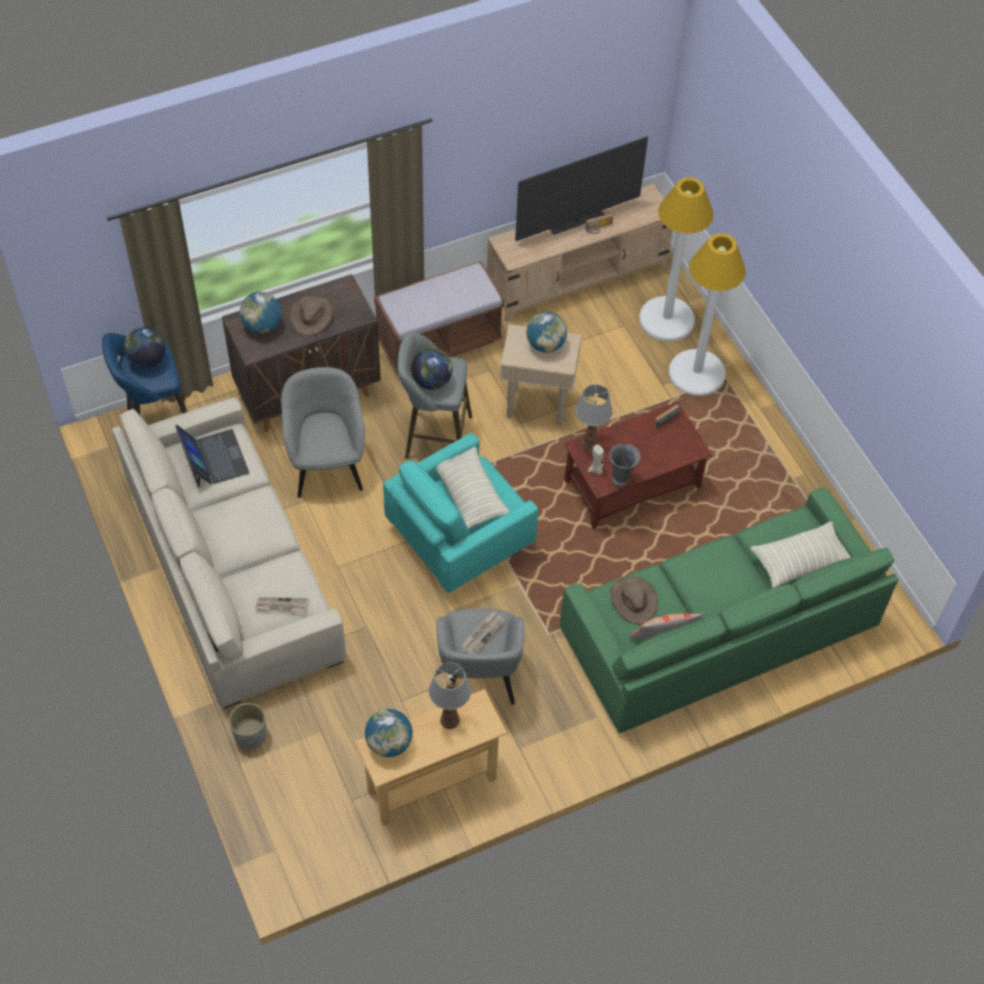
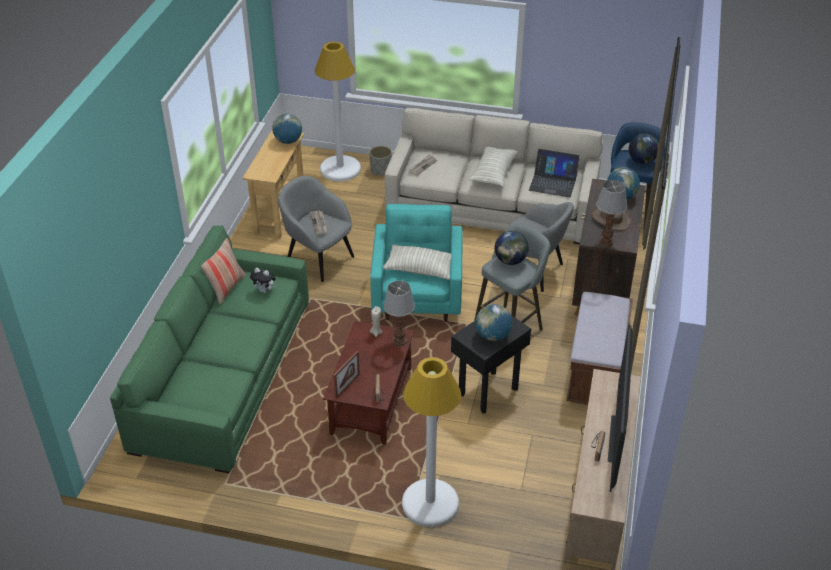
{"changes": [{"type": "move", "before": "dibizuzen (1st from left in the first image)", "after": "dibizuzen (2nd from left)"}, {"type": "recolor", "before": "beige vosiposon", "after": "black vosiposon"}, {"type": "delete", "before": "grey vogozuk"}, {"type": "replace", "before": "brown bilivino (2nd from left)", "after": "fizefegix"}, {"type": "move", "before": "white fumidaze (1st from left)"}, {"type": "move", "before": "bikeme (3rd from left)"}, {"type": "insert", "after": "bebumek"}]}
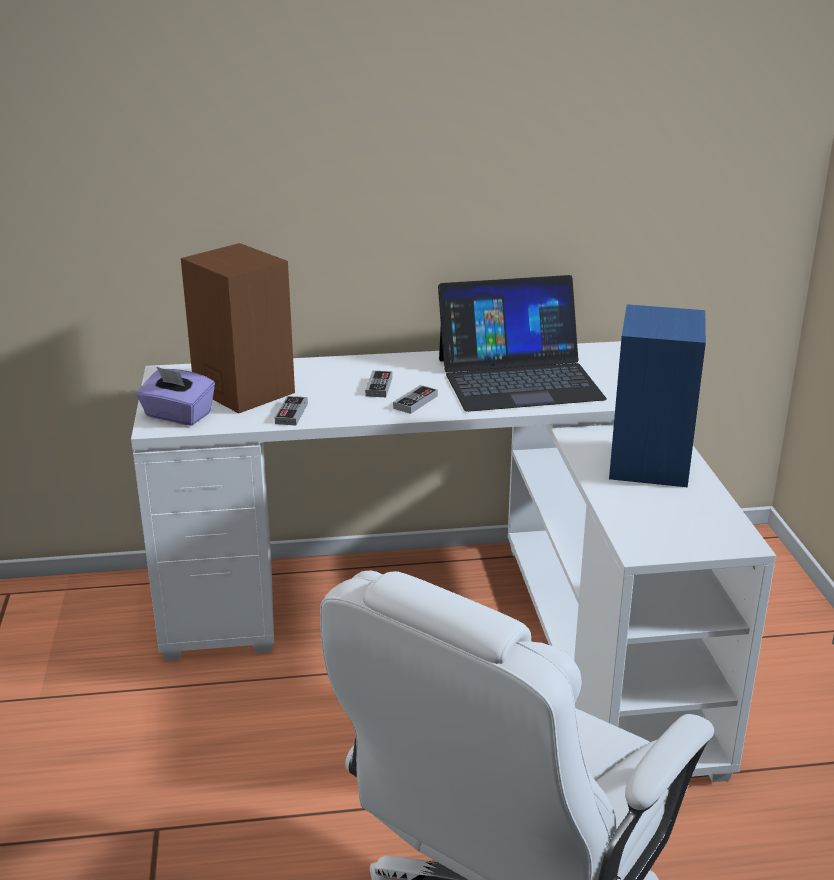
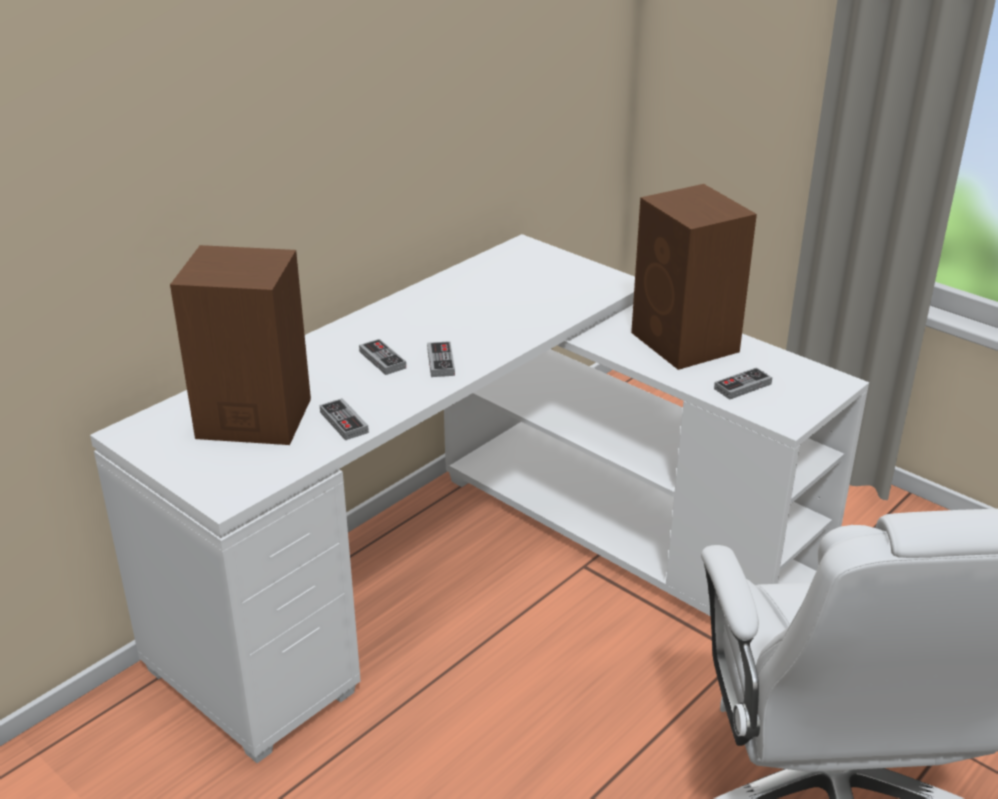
{"changes": [{"type": "delete", "before": "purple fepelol"}, {"type": "delete", "before": "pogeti"}, {"type": "recolor", "before": "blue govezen", "after": "brown govezen (2nd from left)"}, {"type": "insert", "after": "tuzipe (4th from left)"}]}
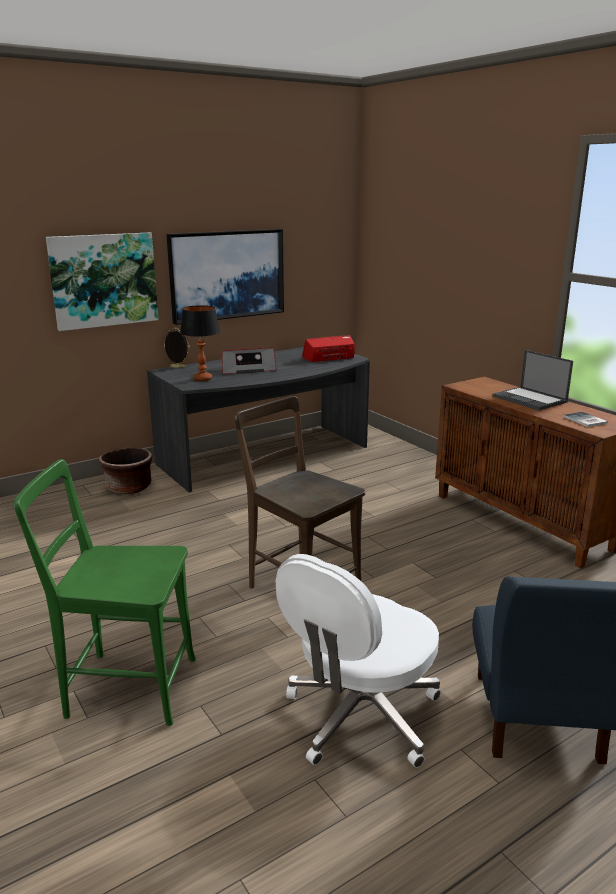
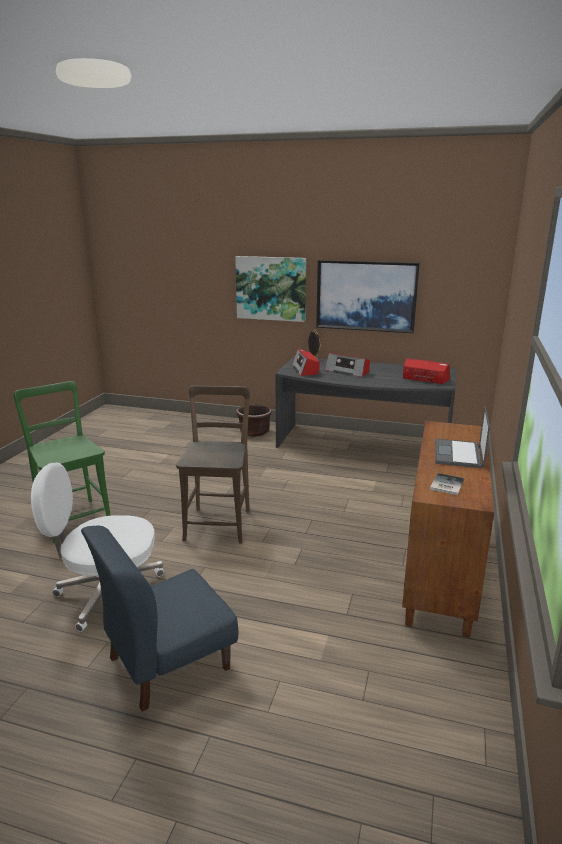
{"changes": [{"type": "replace", "before": "dibizuzen", "after": "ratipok (1st from left)"}]}
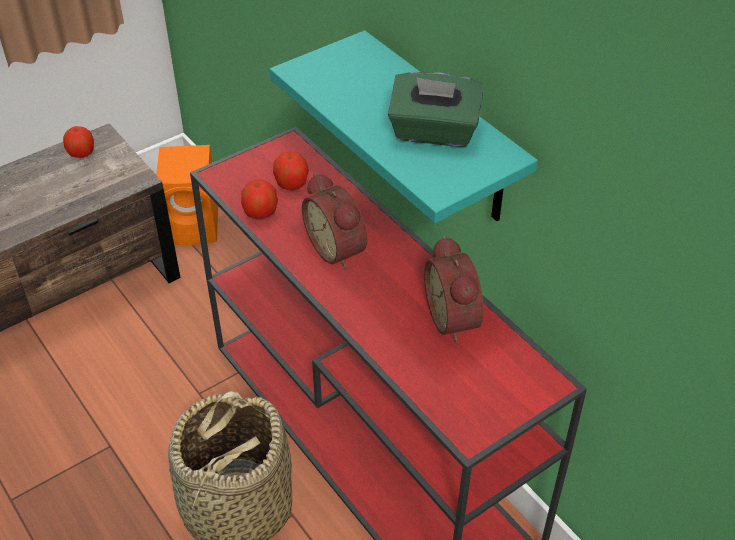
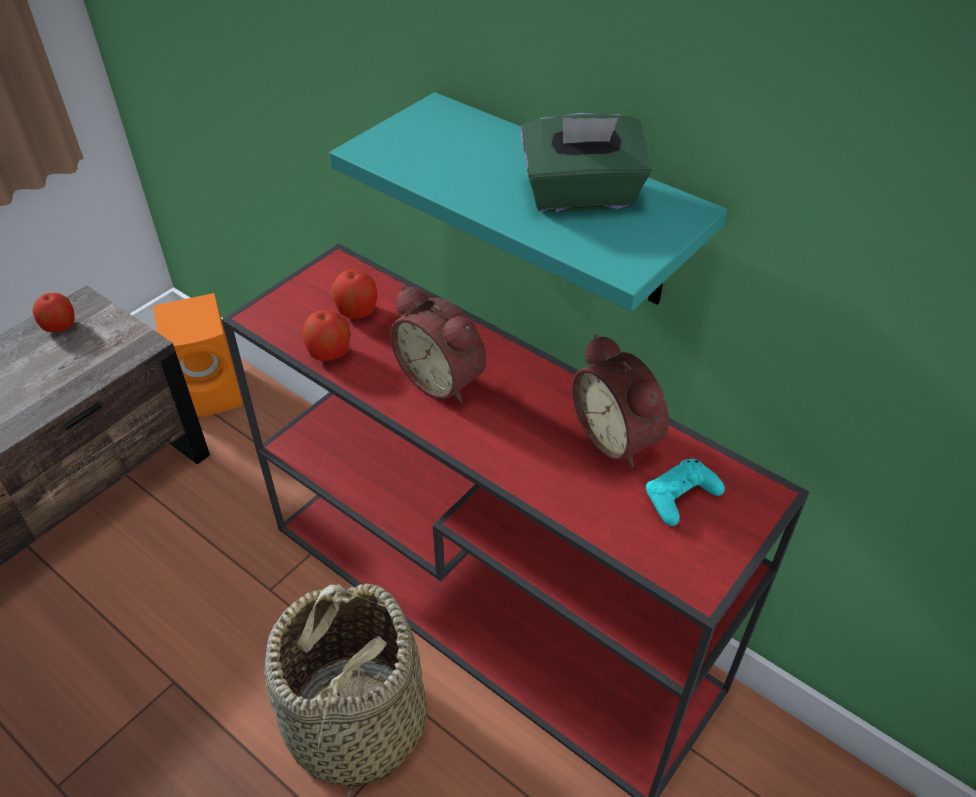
{"changes": [{"type": "insert", "after": "turquoise tuzipe"}]}
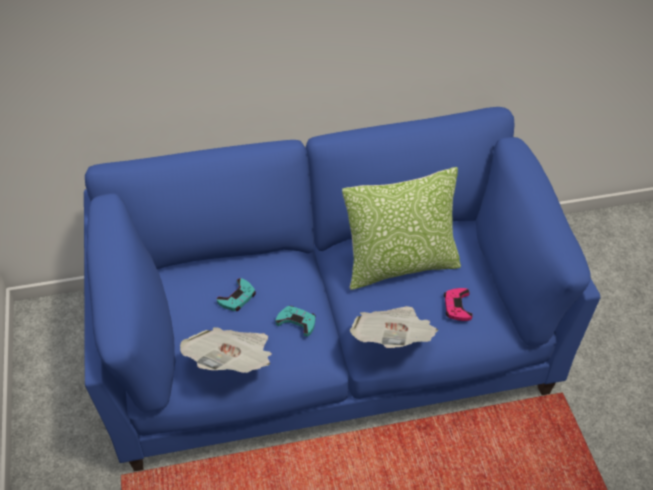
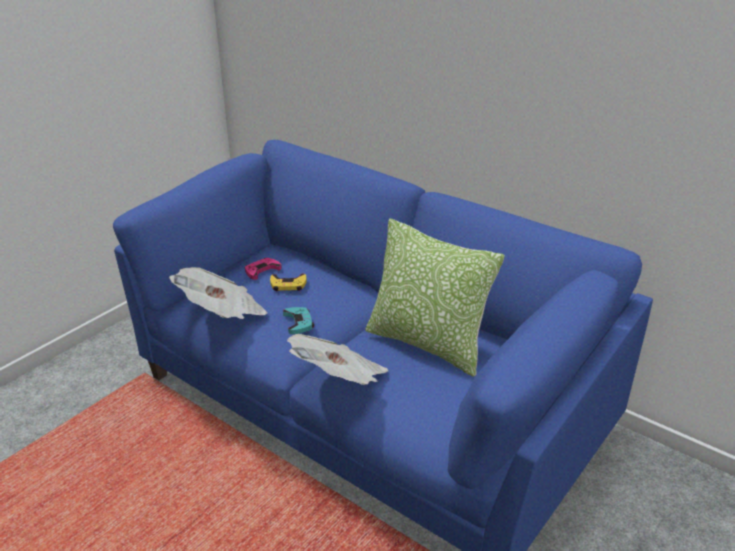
{"changes": [{"type": "recolor", "before": "turquoise tuzipe (1st from left)", "after": "yellow tuzipe"}, {"type": "move", "before": "pink tuzipe"}]}
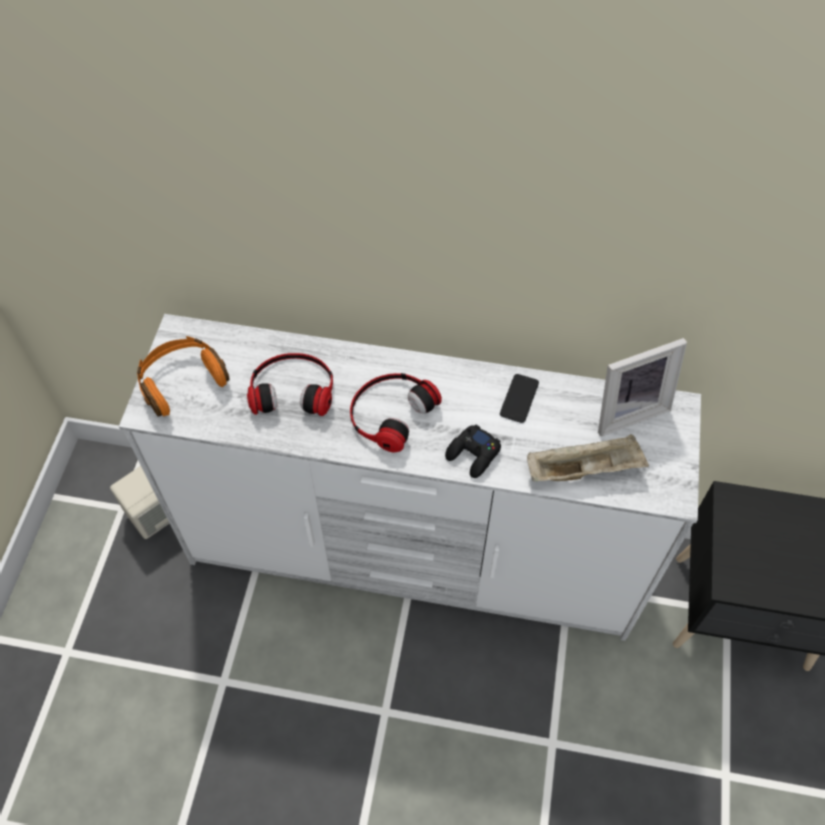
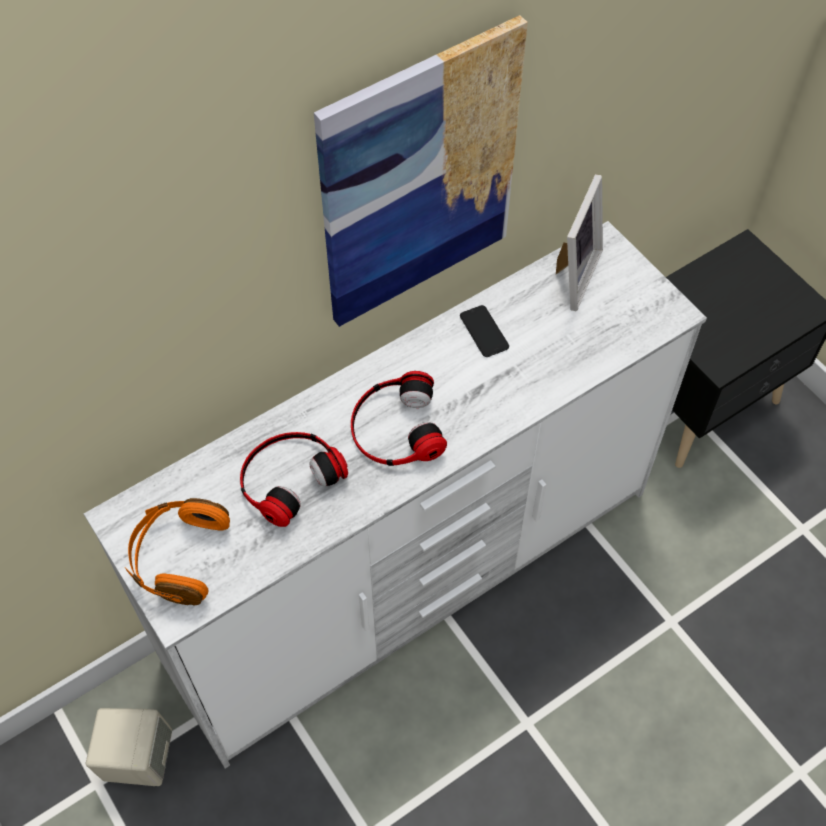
{"changes": [{"type": "delete", "before": "black tuzipe"}, {"type": "delete", "before": "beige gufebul"}, {"type": "insert", "after": "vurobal"}]}
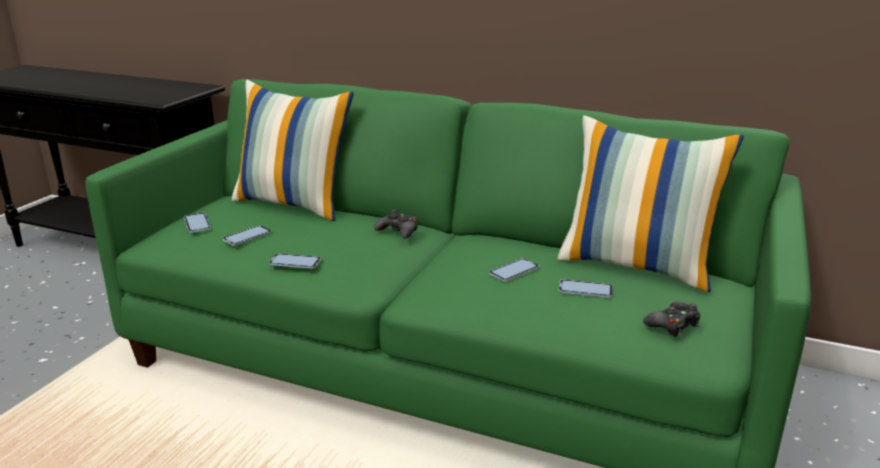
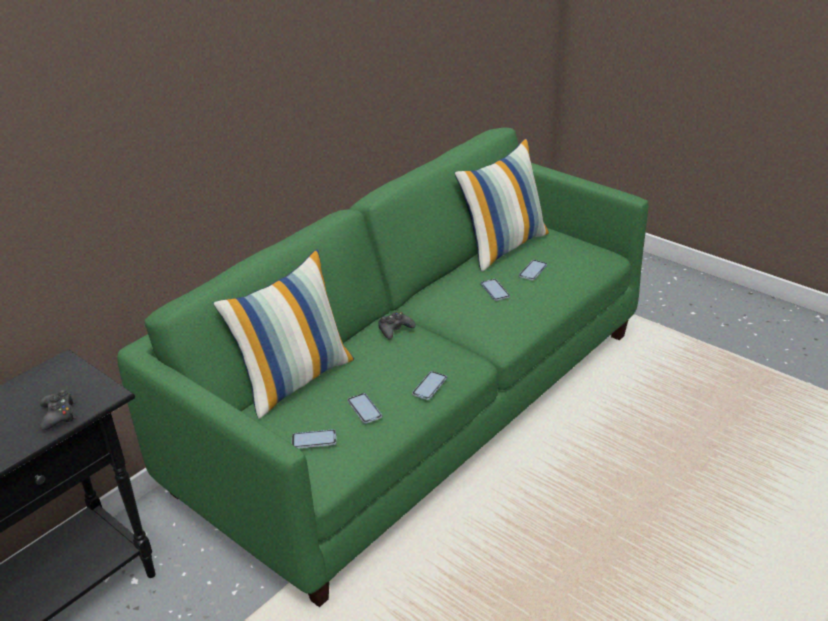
{"changes": [{"type": "move", "before": "black tuzipe (2nd from left in the first image)", "after": "black tuzipe (1st from left)"}]}
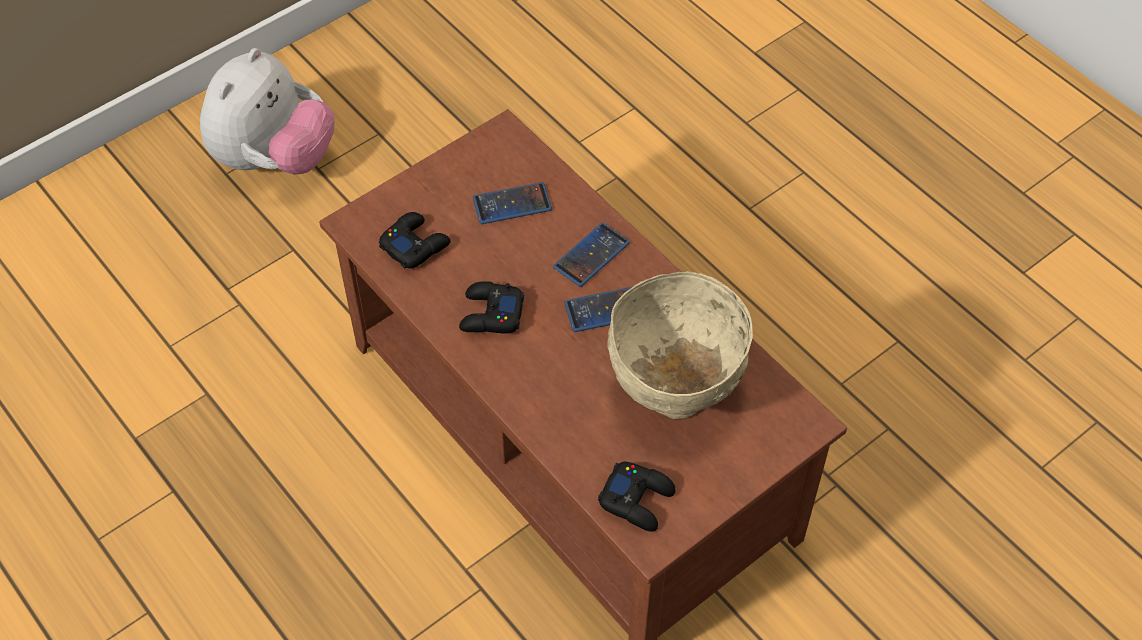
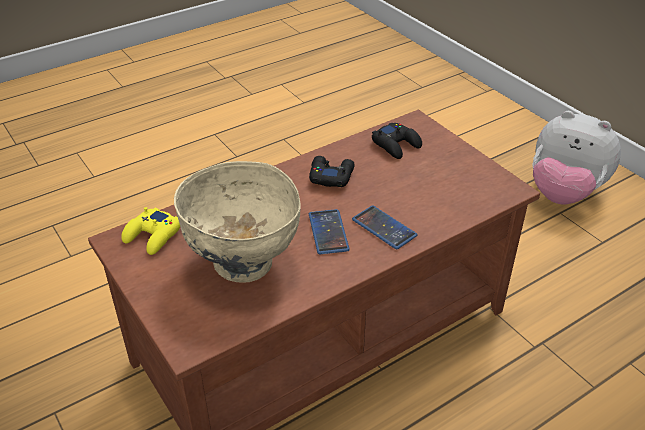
{"changes": [{"type": "delete", "before": "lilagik (1st from left)"}, {"type": "recolor", "before": "black tuzipe (3rd from left)", "after": "yellow tuzipe"}]}
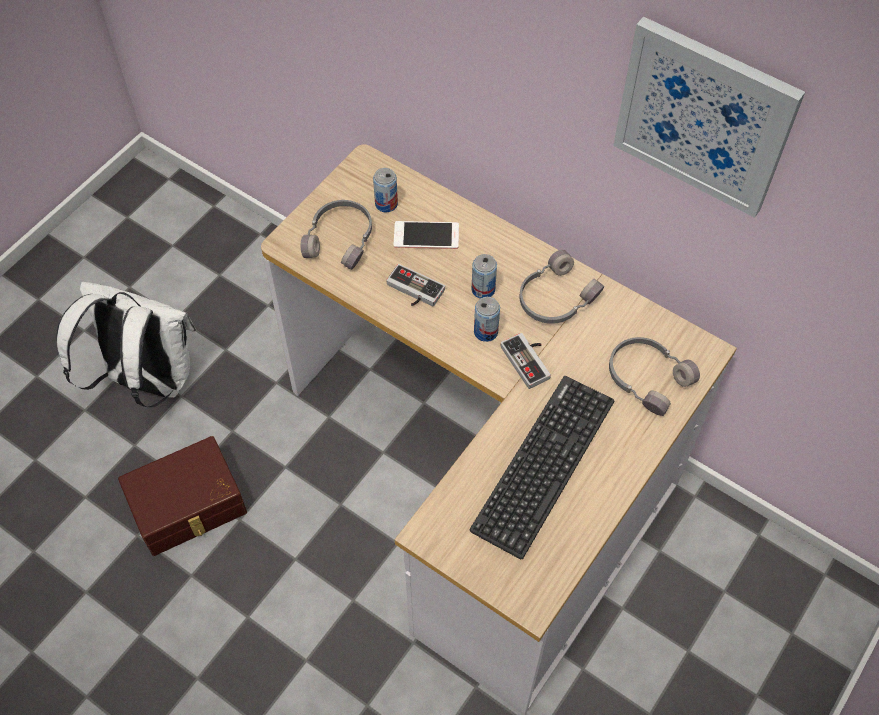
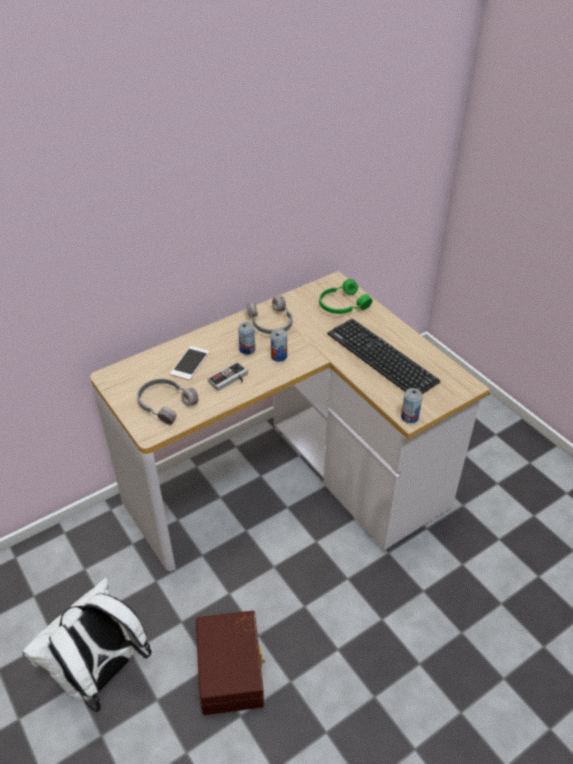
{"changes": [{"type": "move", "before": "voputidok (1st from left in the first image)", "after": "voputidok (3rd from left)"}, {"type": "delete", "before": "tuzipe (2nd from left)"}, {"type": "recolor", "before": "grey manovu (3rd from left)", "after": "green manovu"}, {"type": "delete", "before": "vurobal"}]}
